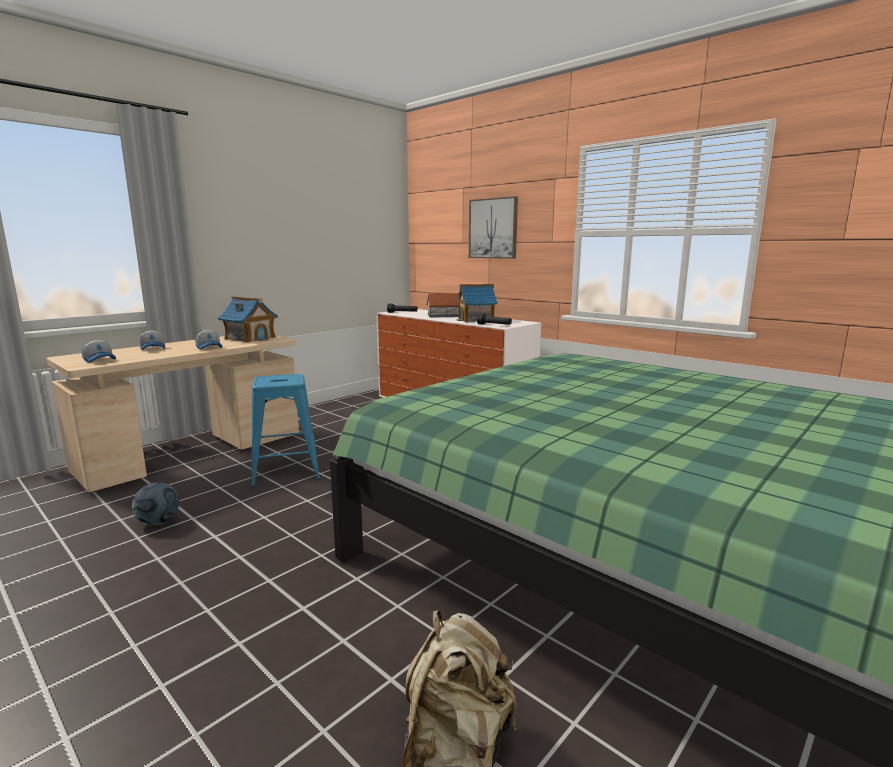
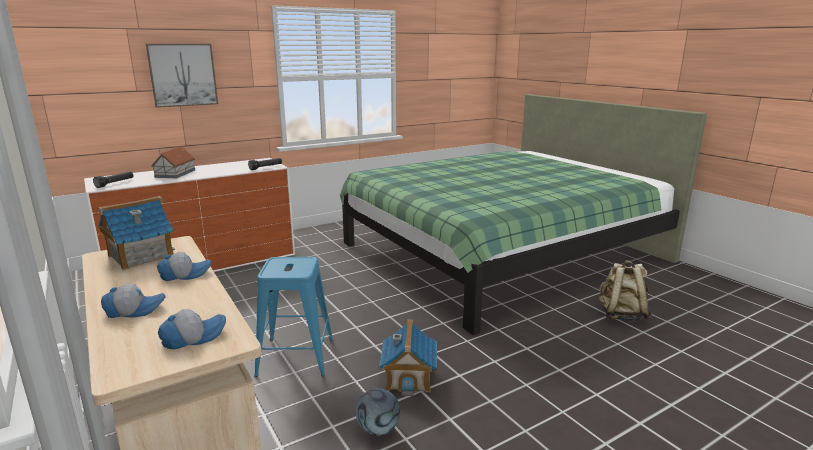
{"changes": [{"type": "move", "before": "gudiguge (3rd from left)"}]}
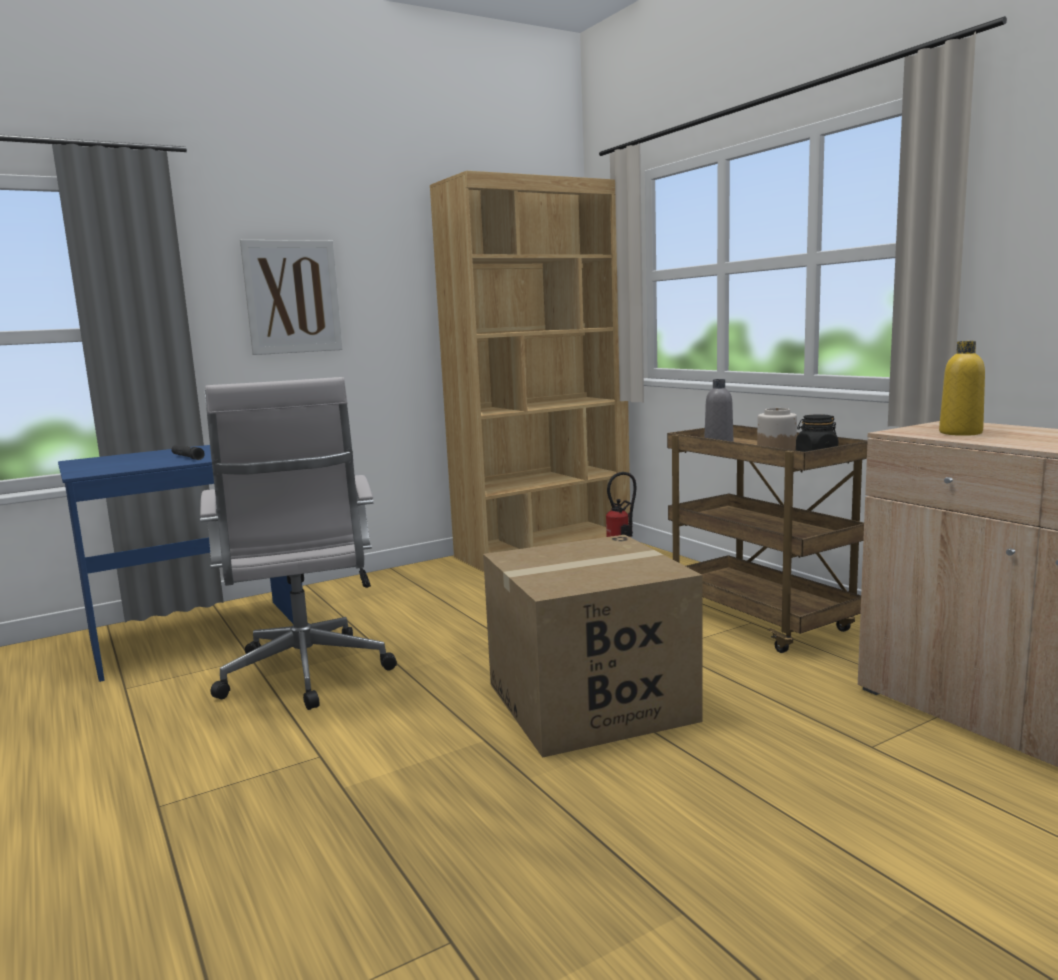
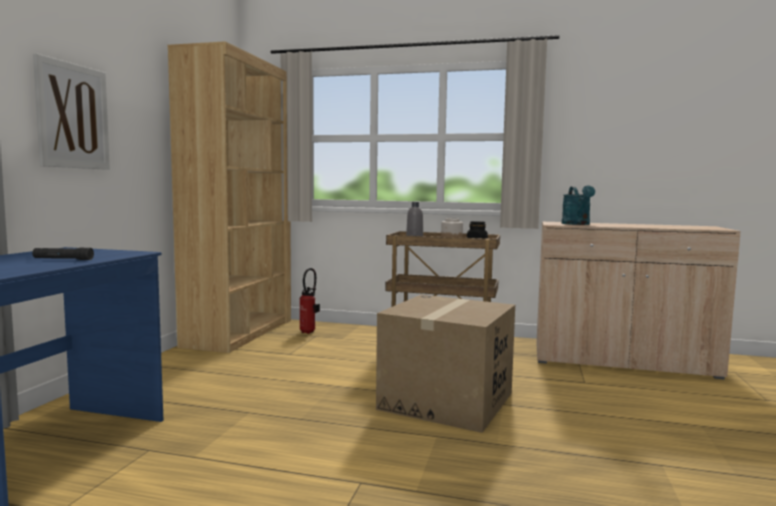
{"changes": [{"type": "delete", "before": "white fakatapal"}, {"type": "replace", "before": "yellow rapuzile", "after": "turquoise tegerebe"}]}
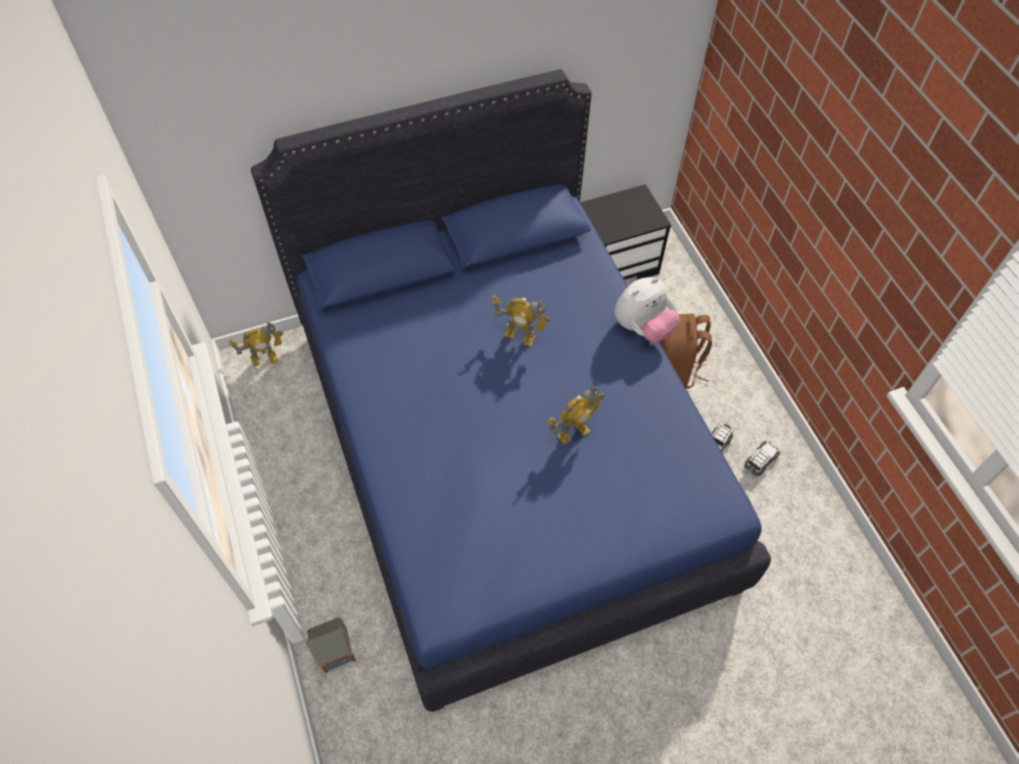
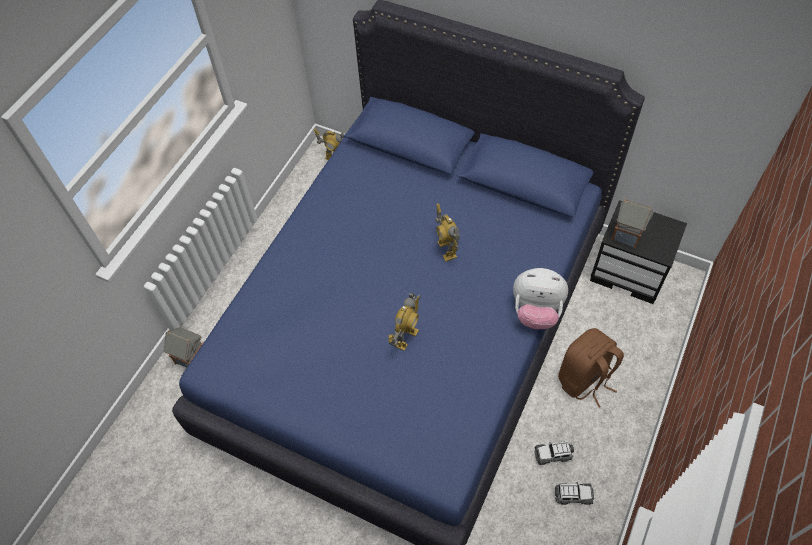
{"changes": [{"type": "rotate", "before": "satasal (3rd from left in the first image)", "turn": -75}, {"type": "insert", "after": "gudiguge (2nd from left)"}]}
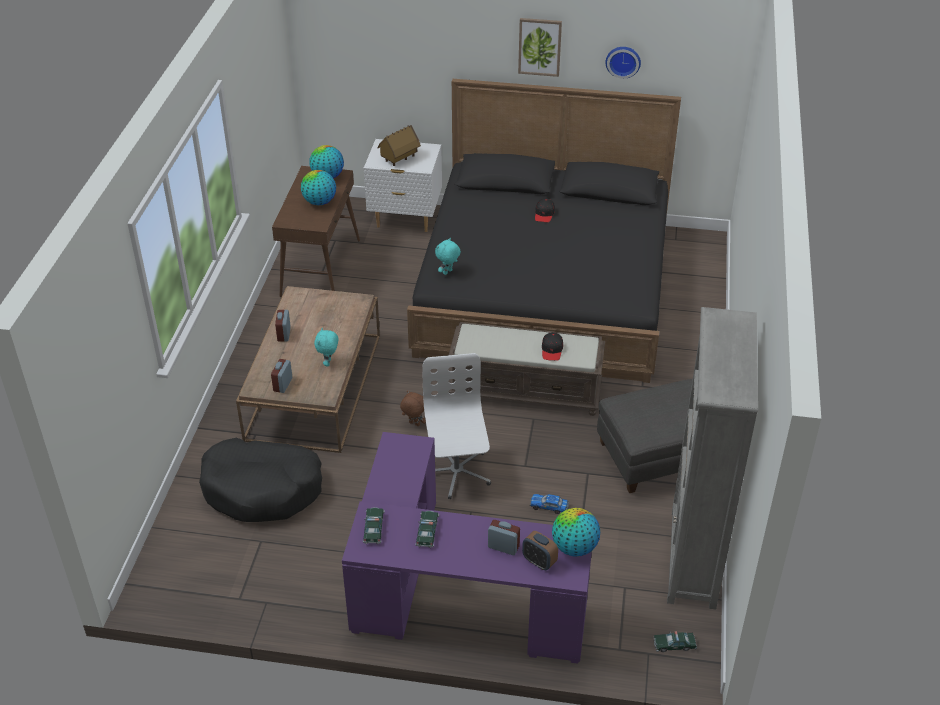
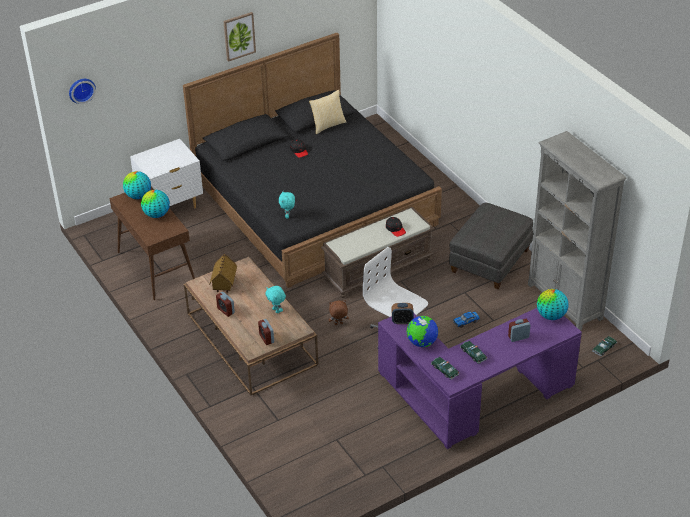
{"changes": [{"type": "delete", "before": "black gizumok"}, {"type": "move", "before": "gudiguge"}, {"type": "move", "before": "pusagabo (4th from left in the first image)", "after": "pusagabo (3rd from left)"}, {"type": "move", "before": "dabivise"}, {"type": "insert", "after": "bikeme"}, {"type": "insert", "after": "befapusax (3rd from left)"}]}
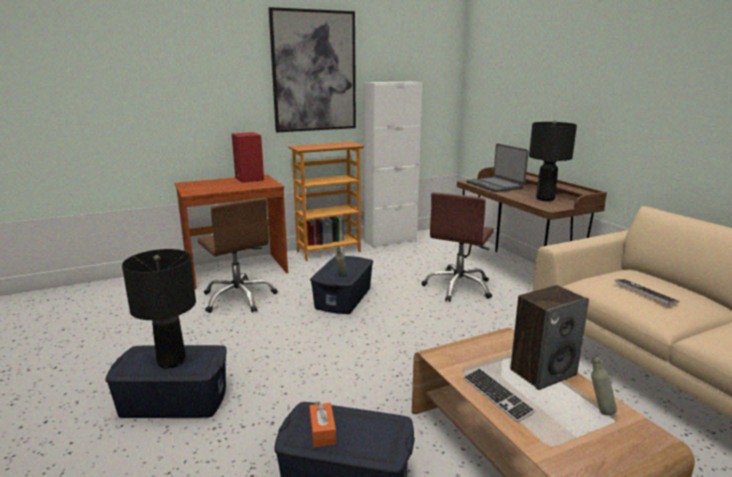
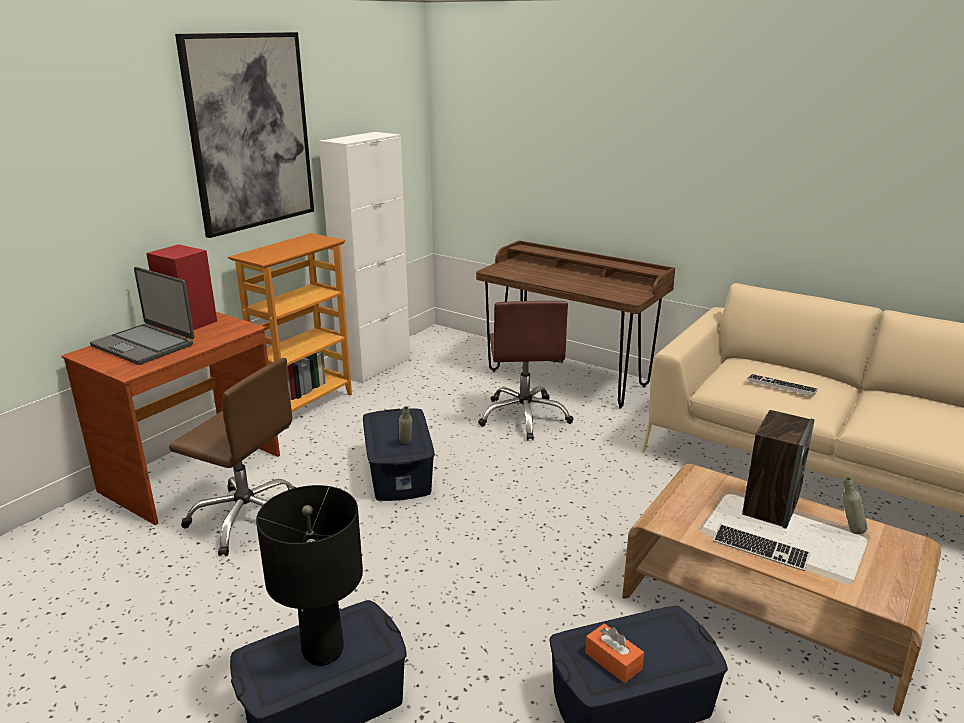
{"changes": [{"type": "move", "before": "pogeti"}, {"type": "delete", "before": "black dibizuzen (2nd from left)"}]}
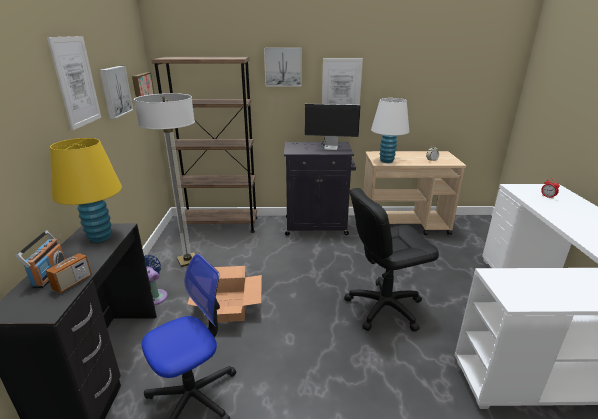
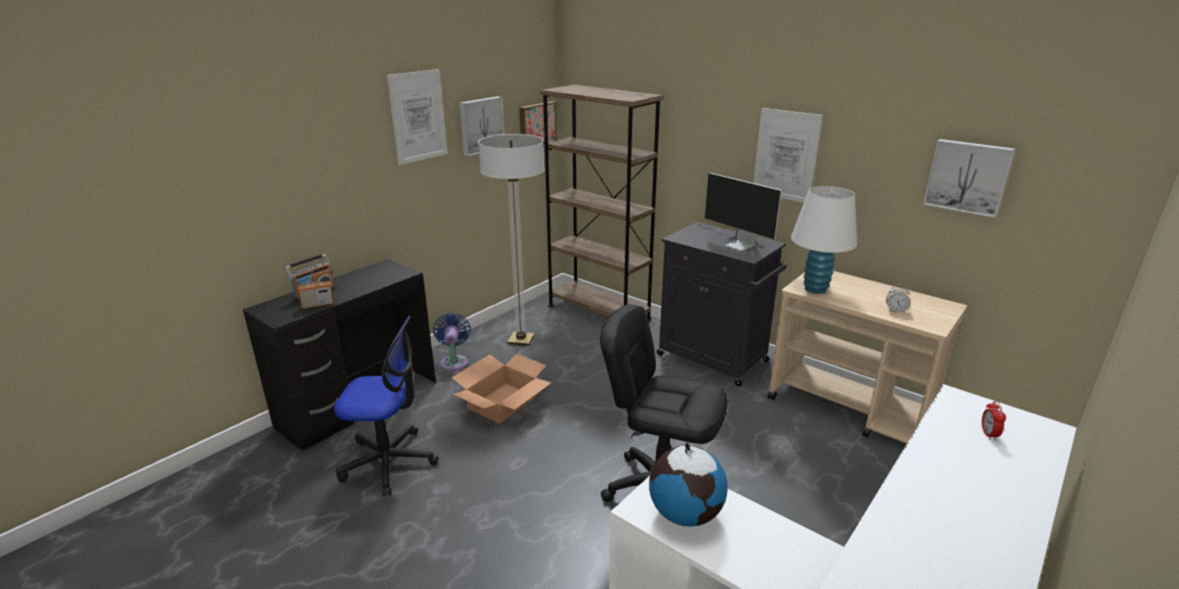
{"changes": [{"type": "delete", "before": "yellow dibizuzen"}, {"type": "move", "before": "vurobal (4th from left in the first image)", "after": "vurobal (5th from left)"}, {"type": "insert", "after": "befapusax"}]}
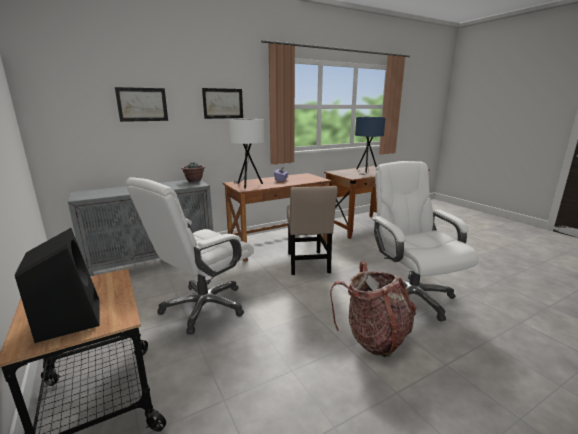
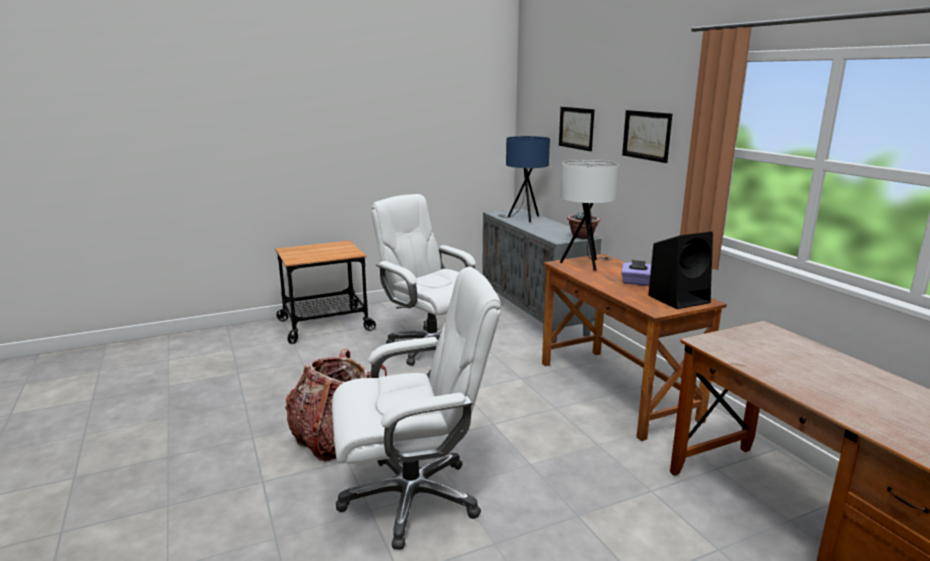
{"changes": [{"type": "move", "before": "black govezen"}, {"type": "delete", "before": "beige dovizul"}, {"type": "move", "before": "blue dibizuzen"}]}
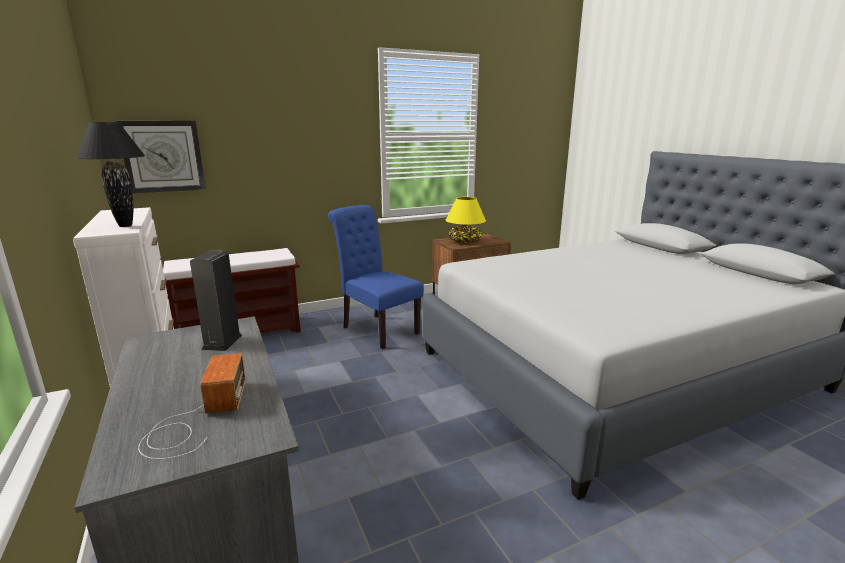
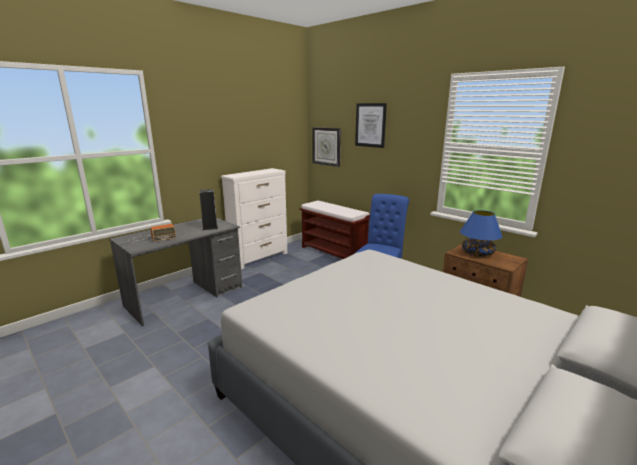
{"changes": [{"type": "delete", "before": "black dibizuzen"}, {"type": "recolor", "before": "yellow dibizuzen", "after": "blue dibizuzen"}, {"type": "insert", "after": "vurobal"}]}
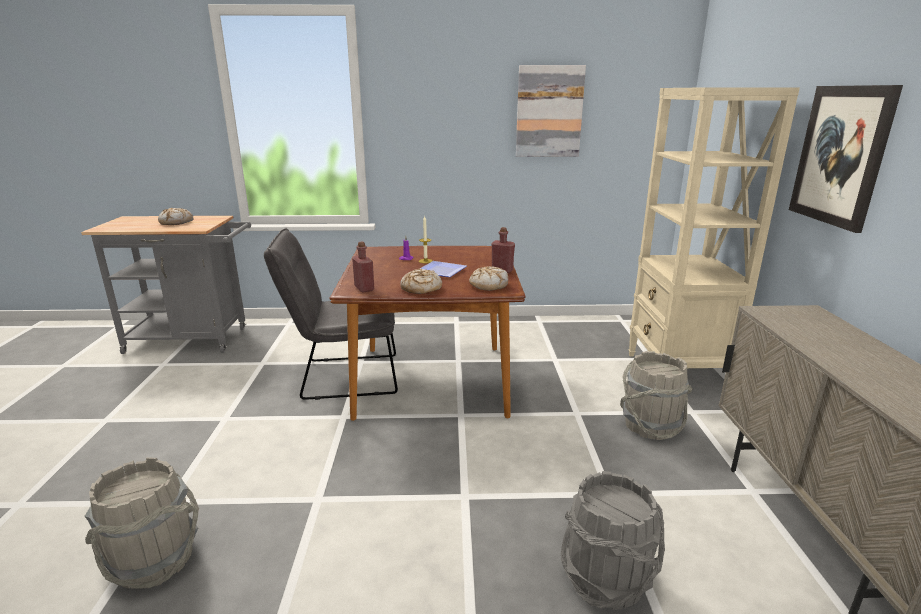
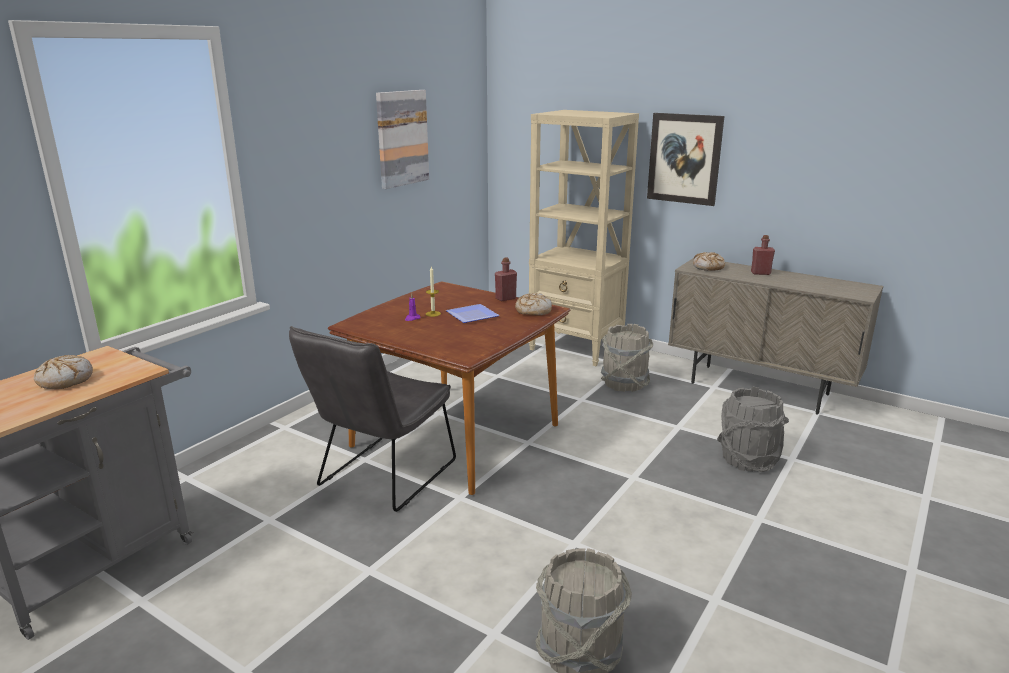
{"changes": [{"type": "move", "before": "red rapuzile (1st from left in the first image)", "after": "red rapuzile (2nd from left)"}, {"type": "move", "before": "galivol (2nd from left in the first image)", "after": "galivol (3rd from left)"}]}
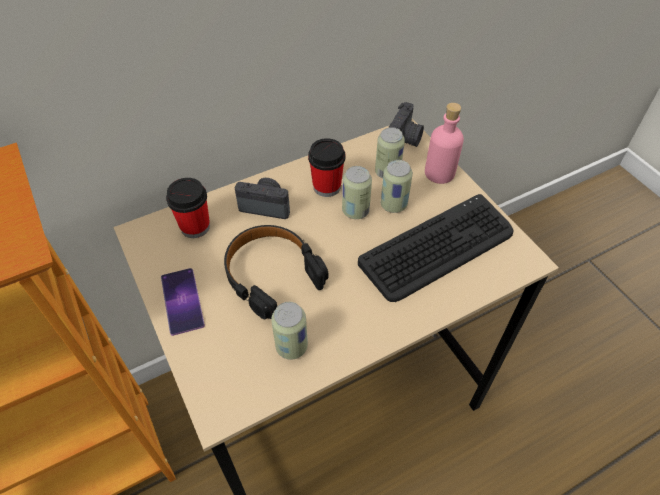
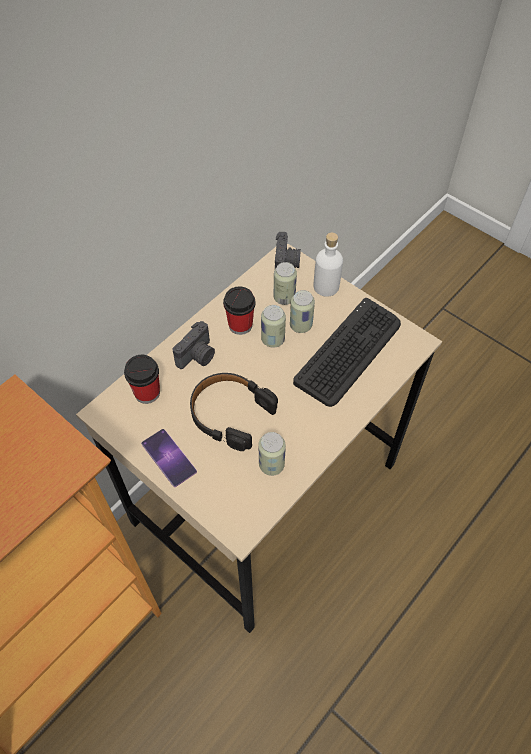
{"changes": [{"type": "rotate", "before": "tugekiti (1st from left)", "turn": 135}, {"type": "recolor", "before": "pink rapuzile", "after": "white rapuzile"}]}
